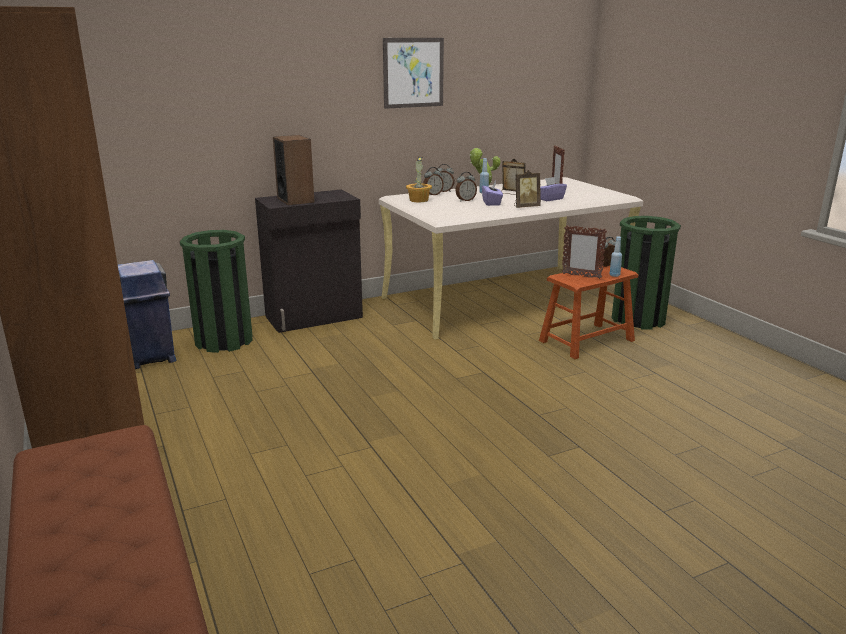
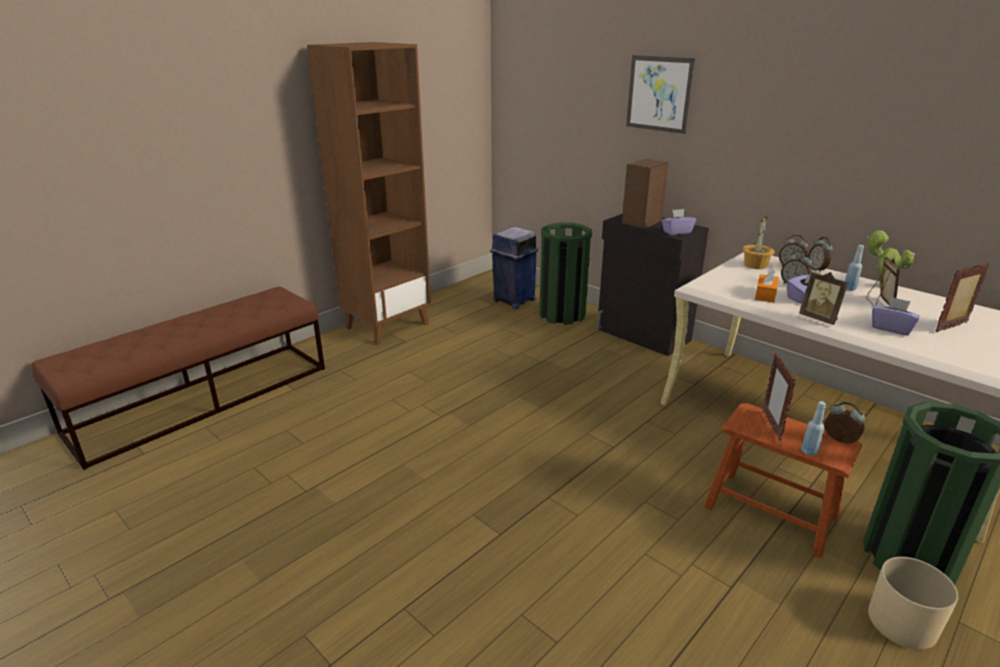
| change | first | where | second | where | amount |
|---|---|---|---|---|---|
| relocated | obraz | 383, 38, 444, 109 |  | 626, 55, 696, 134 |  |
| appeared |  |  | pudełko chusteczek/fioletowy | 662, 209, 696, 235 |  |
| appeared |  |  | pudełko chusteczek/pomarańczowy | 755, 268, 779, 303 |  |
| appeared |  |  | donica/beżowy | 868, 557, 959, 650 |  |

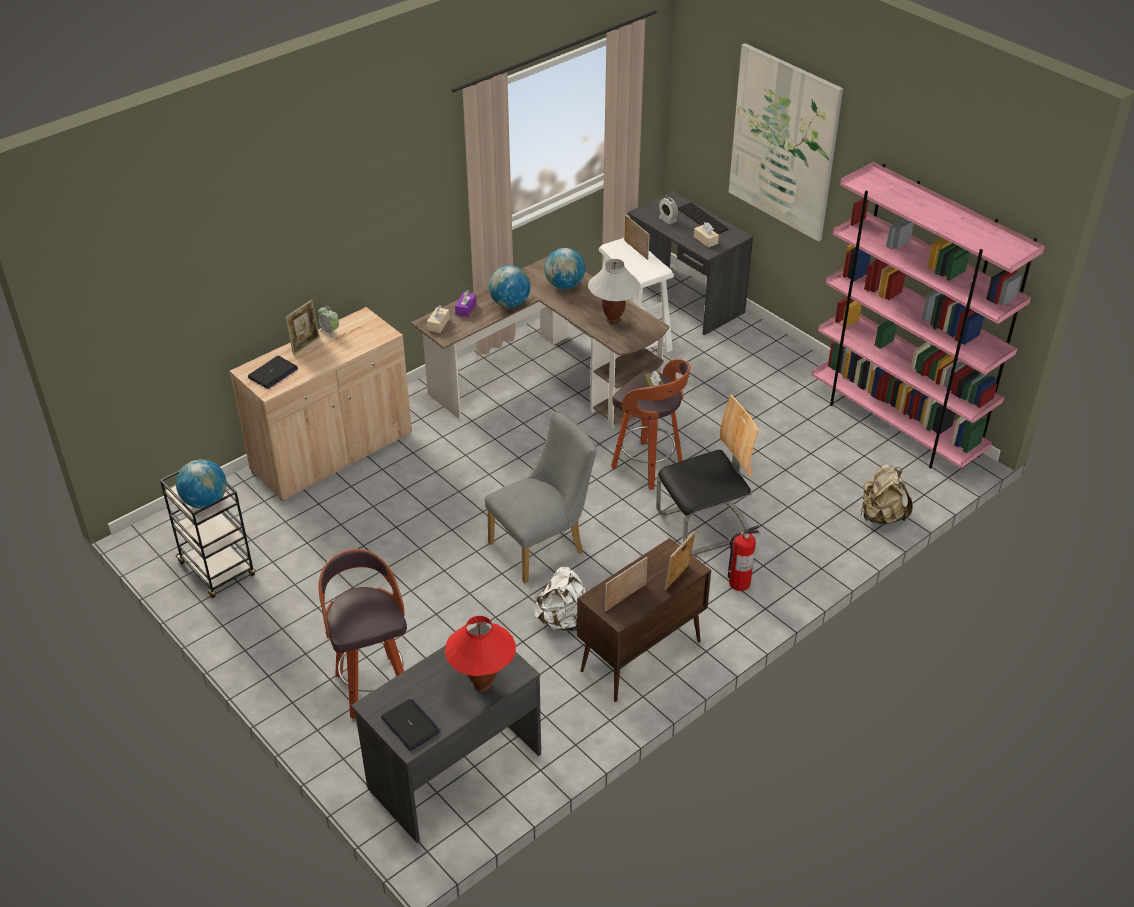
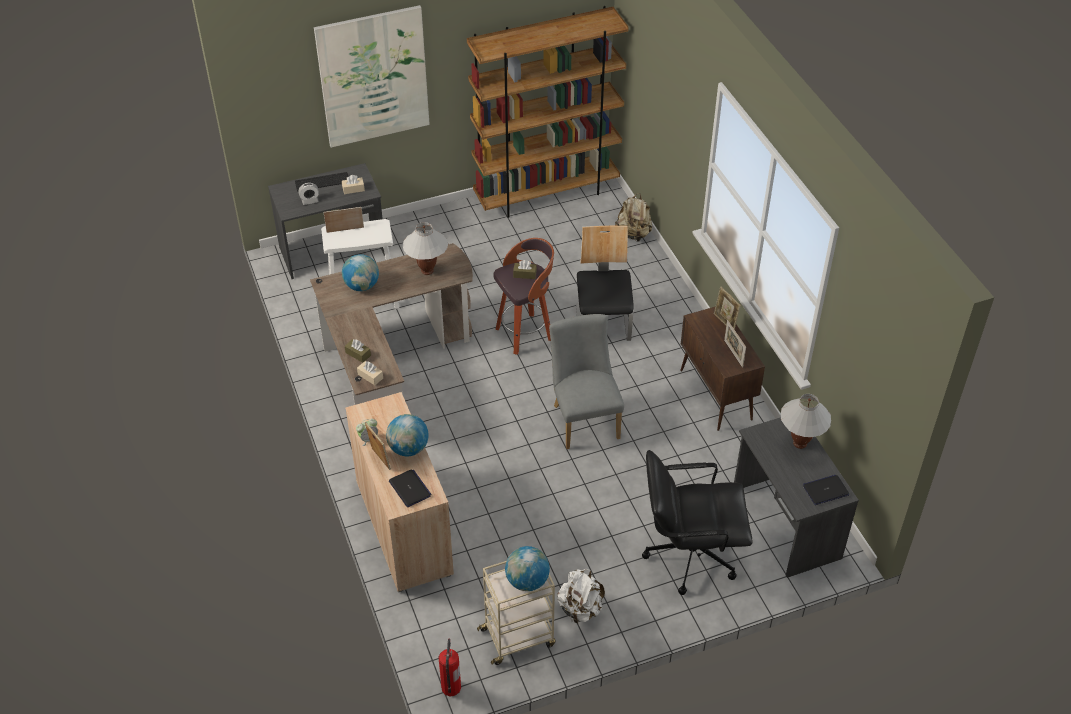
| change | first | where | second | where | amount |
|---|---|---|---|---|---|
| colour | wózek/czarny | 160, 470, 256, 598 | wózek/beżowy | 477, 561, 555, 665 |  |
| exchanged | stołek | 318, 549, 407, 719 | krzesło biurowe/czarny | 642, 450, 753, 595 |  |
| colour | lampa stołowa/czerwony | 445, 616, 516, 692 | lampa stołowa/biały | 781, 394, 831, 449 |  |
| colour | pudełko chusteczek/fioletowy | 455, 290, 476, 317 | pudełko chusteczek/brązowy | 345, 339, 371, 363 |  |
| relocated | globus | 489, 265, 530, 307 |  | 386, 414, 429, 456 |  |
| relocated | plecak/biały | 534, 567, 587, 631 |  | 557, 569, 605, 624 |  |
| relocated | gaśnica | 728, 525, 759, 591 |  | 438, 638, 461, 696 |  |
| colour | regał/różowy | 812, 162, 1045, 469 | regał/brązowy | 467, 6, 629, 218 |  |

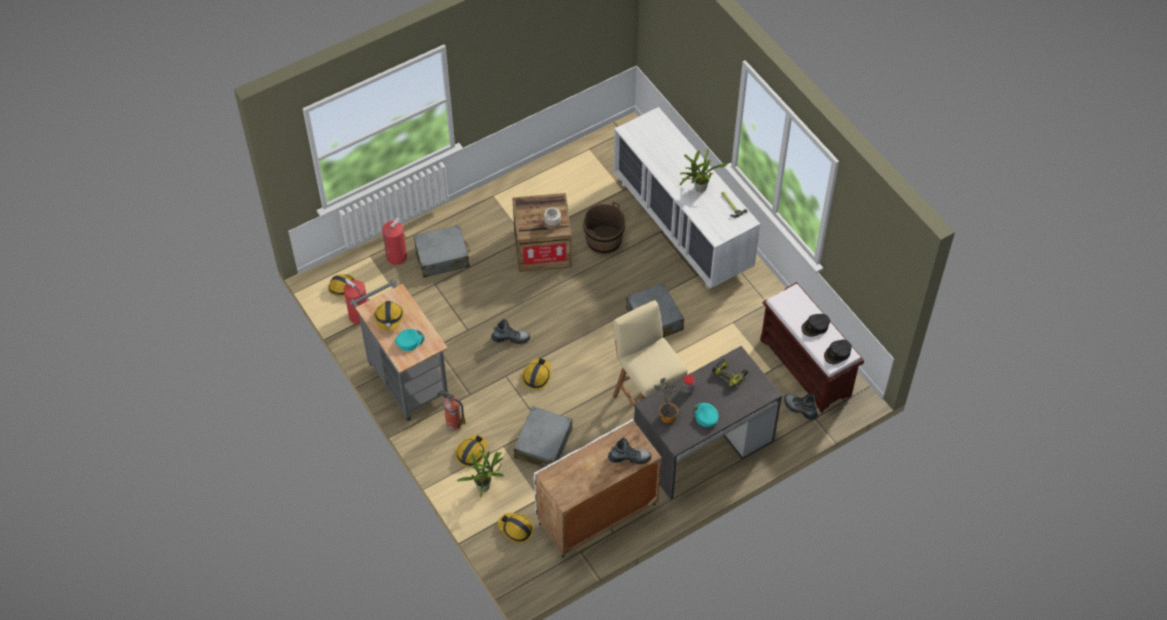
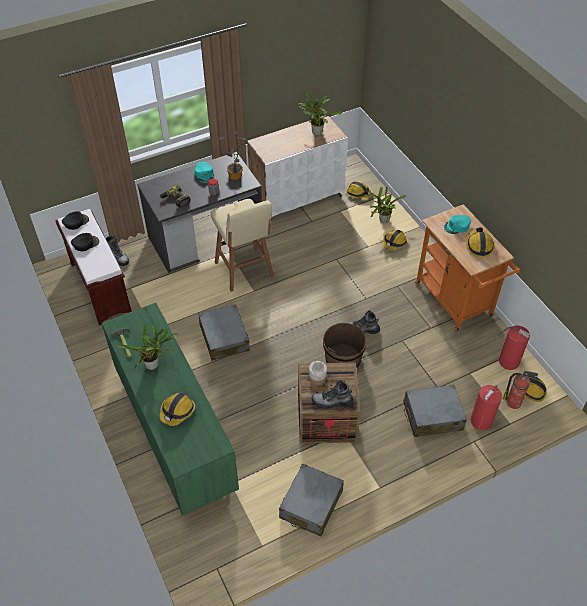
| change | first | where | second | where | amount |
|---|---|---|---|---|---|
| colour | wózek/szary | 350, 279, 448, 421 | wózek/pomarańczowy | 415, 204, 520, 332 |  |
| relocated | gaśnica | 437, 390, 466, 431 |  | 503, 371, 539, 409 |  |
| relocated | walizka/szary | 514, 406, 572, 467 |  | 279, 464, 344, 536 |  |
| relocated | kask | 522, 358, 551, 390 |  | 159, 393, 195, 426 |  |
| relocated | wiadro/brązowy | 583, 202, 626, 254 |  | 323, 321, 366, 368 |  |
| relocated | but z cholewką | 608, 438, 651, 464 |  | 311, 380, 354, 409 |  |
| colour | komoda/biały | 613, 107, 760, 289 | komoda/zielony | 102, 303, 239, 516 |  |
| appeared |  |  | roślina doniczkowa | 298, 93, 342, 136 |  |

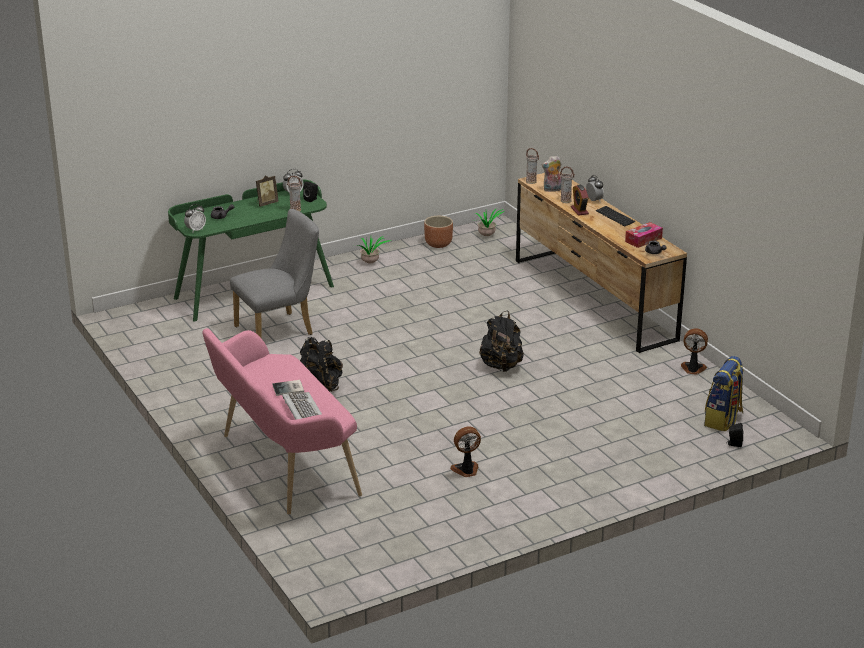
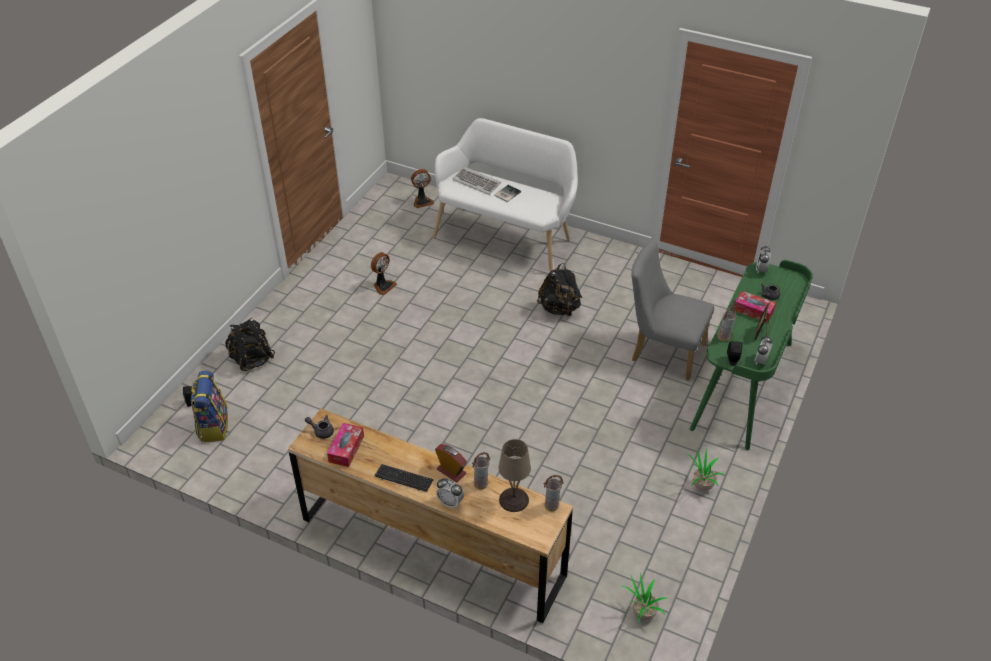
| change | first | where | second | where | amount |
|---|---|---|---|---|---|
| colour | ławka/różowy | 202, 328, 362, 515 | ławka/biały | 433, 118, 578, 272 |  |
| spun | krzesło/szary | 230, 209, 319, 338 |  | 631, 240, 714, 381 | 90 degrees clockwise |
| missing | donica/brązowy | 424, 216, 453, 248 |  |  |  |
| relocated | plecak/czarny | 479, 311, 524, 372 |  | 225, 318, 275, 371 |  |
| exchanged | pluszak | 542, 155, 562, 192 | lampa stołowa/beżowy | 498, 439, 531, 512 |  |
| relocated | wentylator | 681, 328, 708, 375 |  | 411, 169, 434, 208 |  |
| appeared |  |  | pudełko chusteczek | 733, 291, 776, 323 |  |

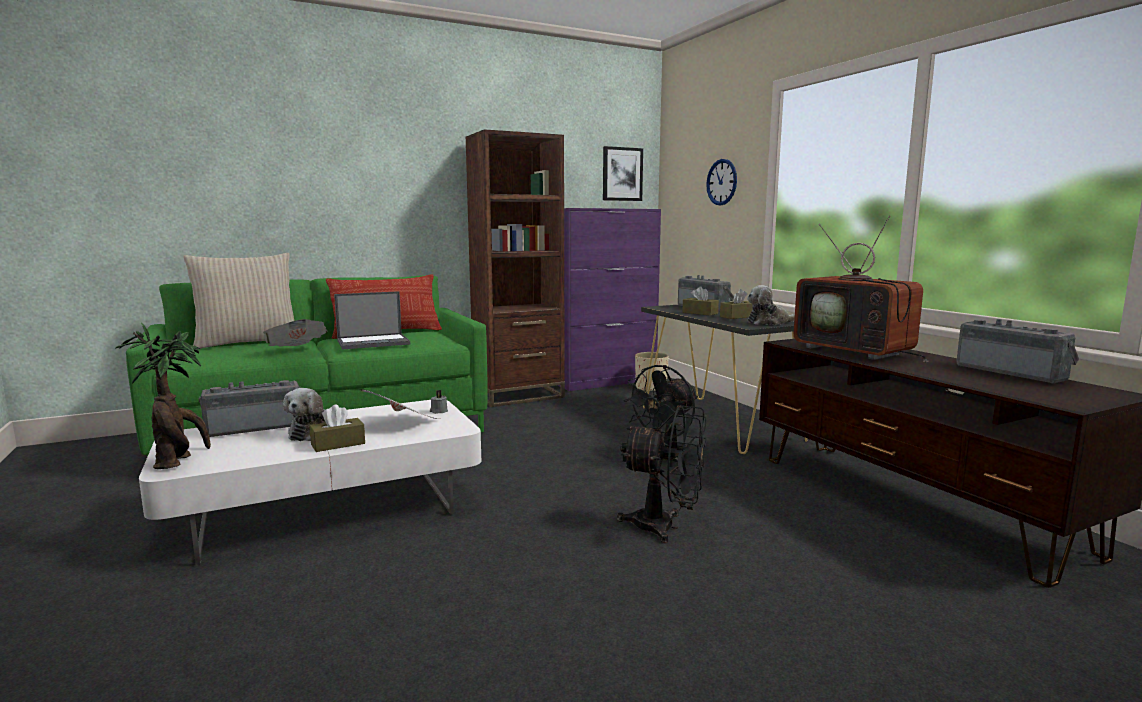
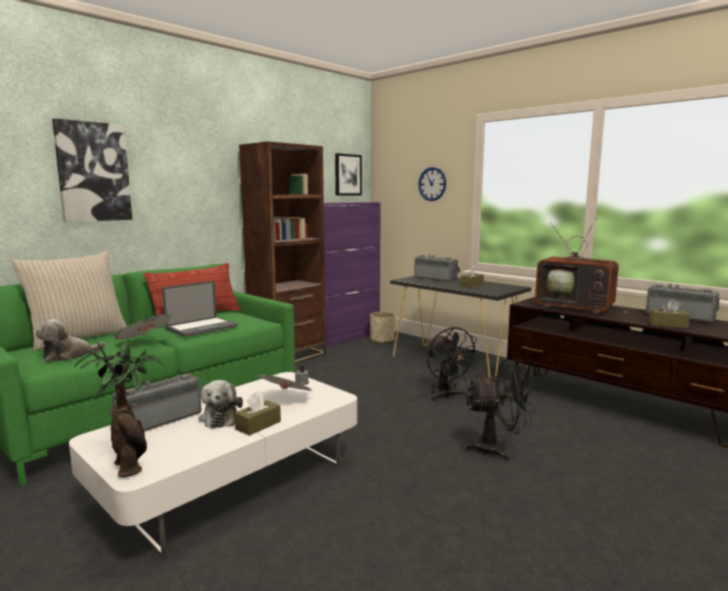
| change | first | where | second | where | amount |
|---|---|---|---|---|---|
| spun | wentylator/czarny | 623, 365, 698, 463 |  | 426, 327, 481, 401 | 45 degrees counterclockwise |
| relocated | pudełko chusteczek/brązowy | 682, 286, 719, 316 |  | 649, 299, 690, 328 |  |
| relocated | pluszak | 747, 285, 795, 325 |  | 36, 319, 106, 362 |  |
| appeared |  |  | obraz | 52, 118, 132, 222 |  |

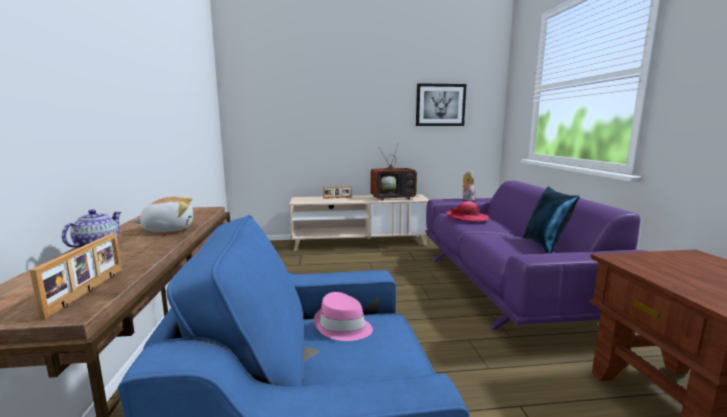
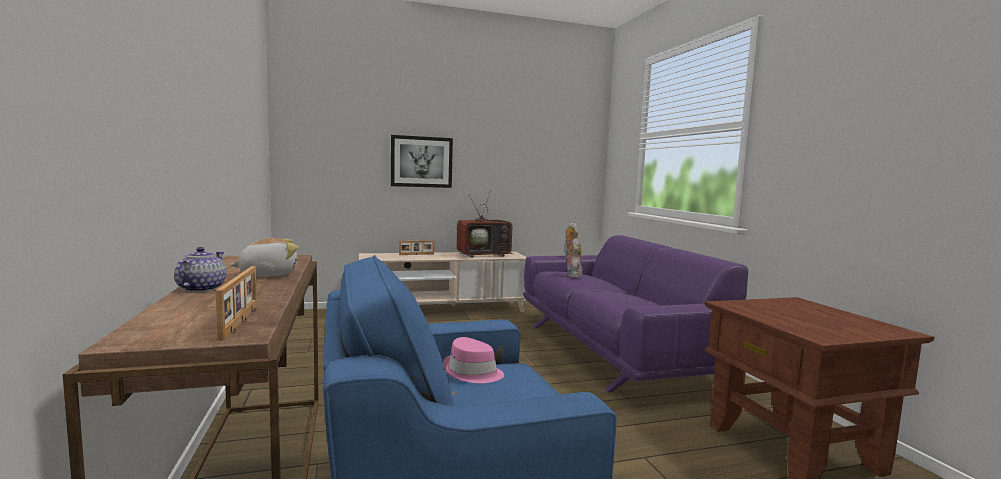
| change | first | where | second | where | amount |
|---|---|---|---|---|---|
| relocated | obraz | 416, 83, 466, 126 |  | 391, 135, 453, 188 |  |
| exchanged | kapelusz | 446, 201, 489, 222 | pluszak | 566, 238, 582, 278 |  |
| missing | poduszka/niebieski | 523, 186, 580, 253 |  |  |  |

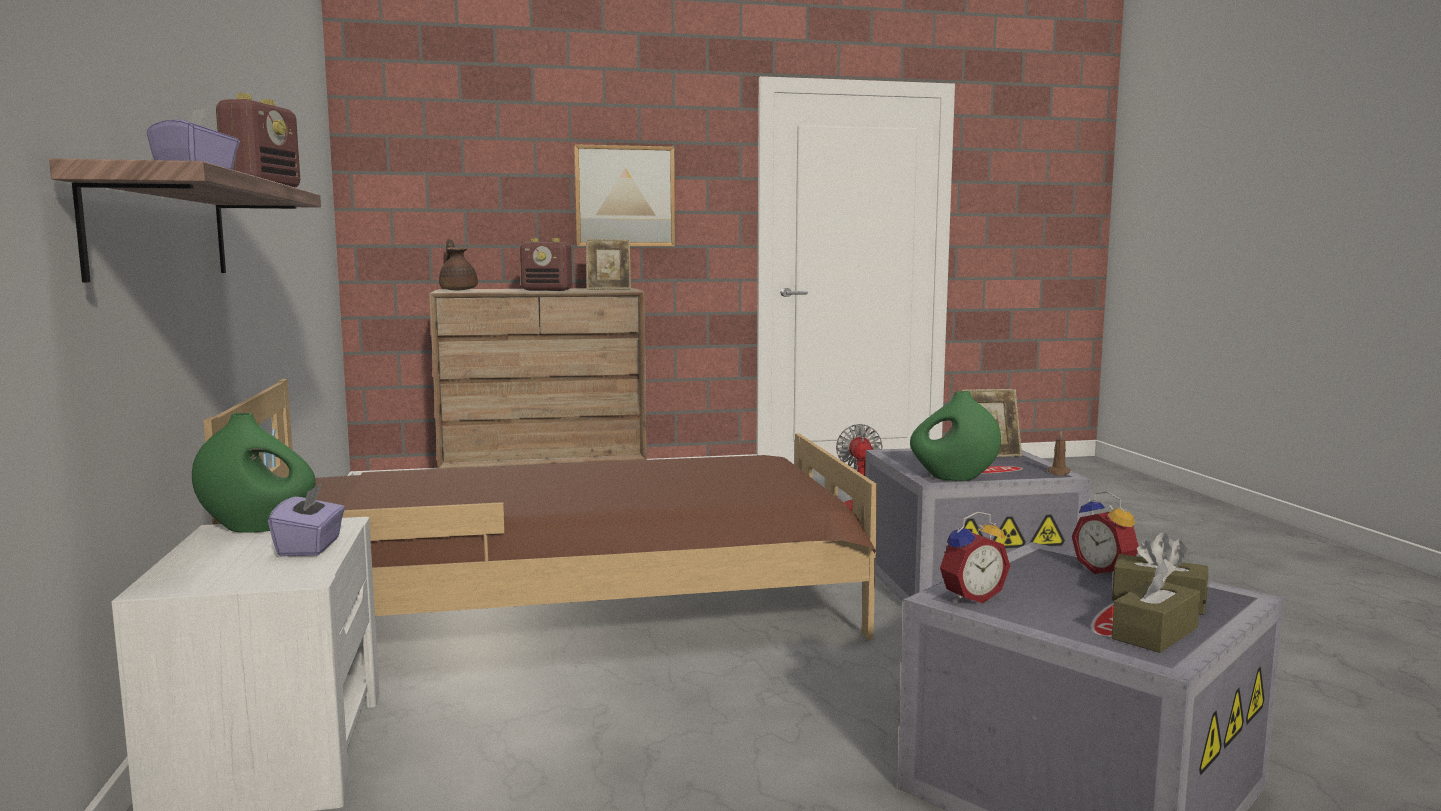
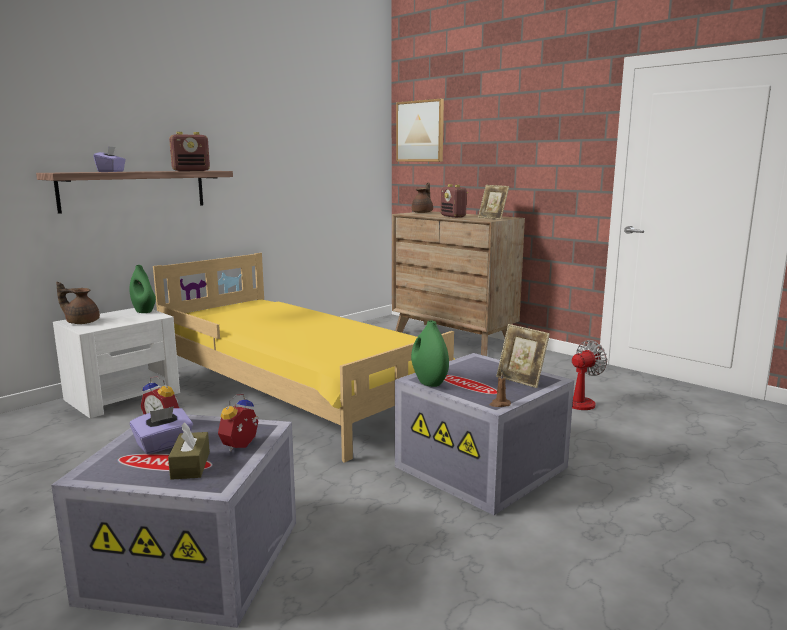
| change | first | where | second | where | amount |
|---|---|---|---|---|---|
| colour | łóżko/brązowy | 203, 379, 877, 640 | łóżko/żółty | 153, 253, 455, 463 |  |
| relocated | pudełko chusteczek/fioletowy | 268, 483, 345, 556 |  | 130, 406, 193, 454 |  |
| relocated | obraz | 574, 144, 675, 246 |  | 396, 99, 444, 162 |  |
| missing | pudełko chusteczek/brązowy | 1112, 559, 1201, 653 |  |  |  |
| appeared |  |  | imbryk/brązowy | 56, 282, 100, 324 |  |

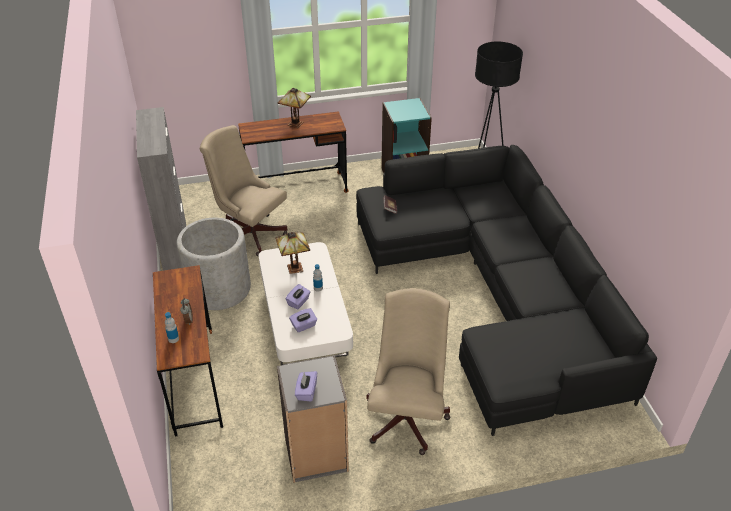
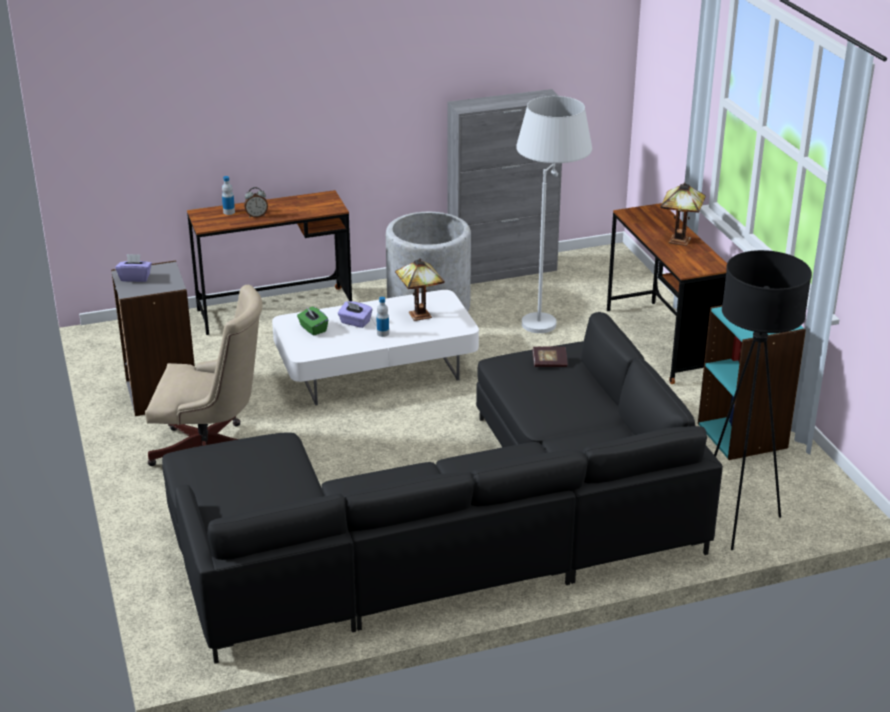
| change | first | where | second | where | amount |
|---|---|---|---|---|---|
| exchanged | krzesło biurowe/beżowy | 199, 125, 288, 256 | lampa stojąca/biały | 516, 96, 592, 333 |  |
| colour | pudełko chusteczek/fioletowy | 289, 308, 317, 332 | pudełko chusteczek/zielony | 297, 306, 328, 336 |  |

